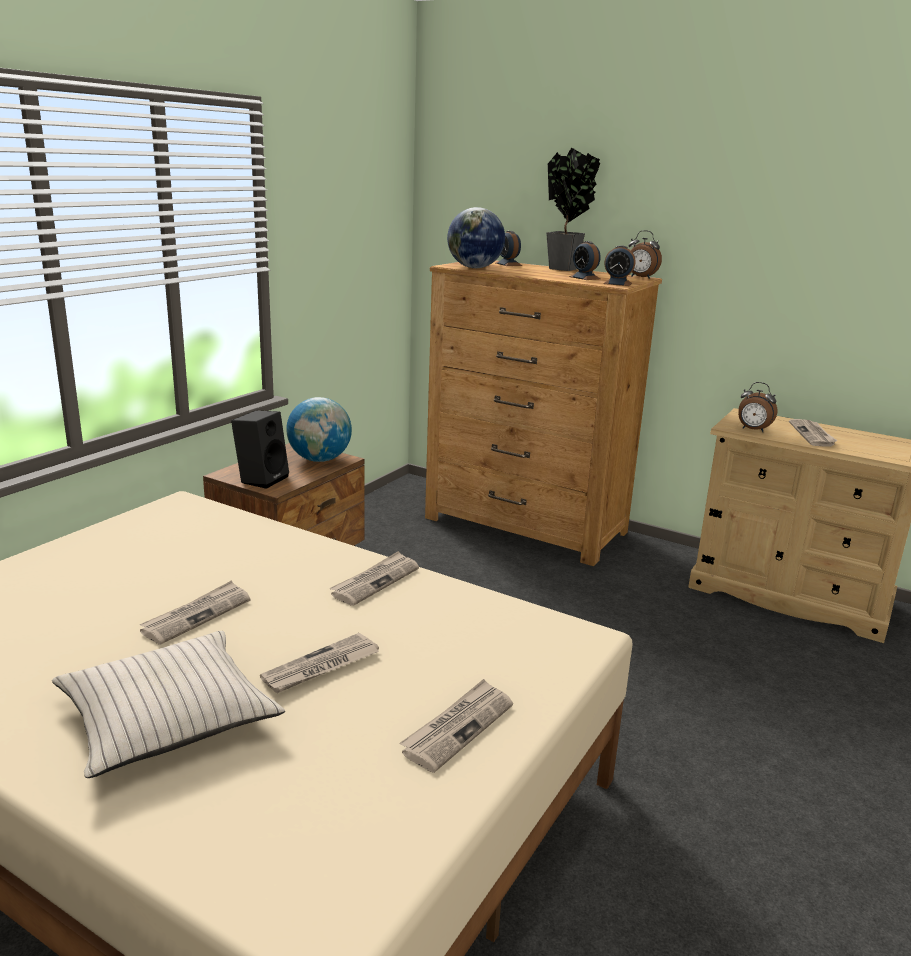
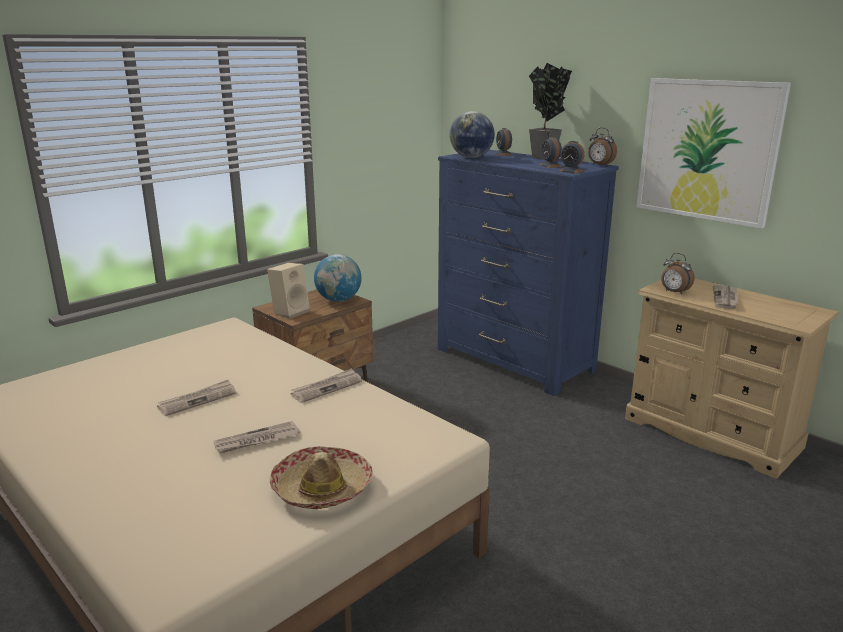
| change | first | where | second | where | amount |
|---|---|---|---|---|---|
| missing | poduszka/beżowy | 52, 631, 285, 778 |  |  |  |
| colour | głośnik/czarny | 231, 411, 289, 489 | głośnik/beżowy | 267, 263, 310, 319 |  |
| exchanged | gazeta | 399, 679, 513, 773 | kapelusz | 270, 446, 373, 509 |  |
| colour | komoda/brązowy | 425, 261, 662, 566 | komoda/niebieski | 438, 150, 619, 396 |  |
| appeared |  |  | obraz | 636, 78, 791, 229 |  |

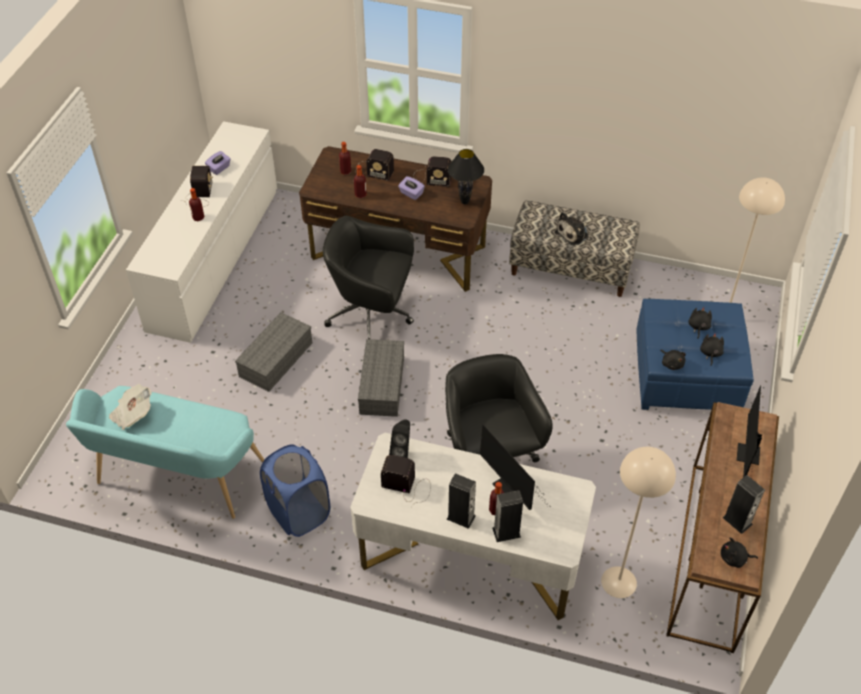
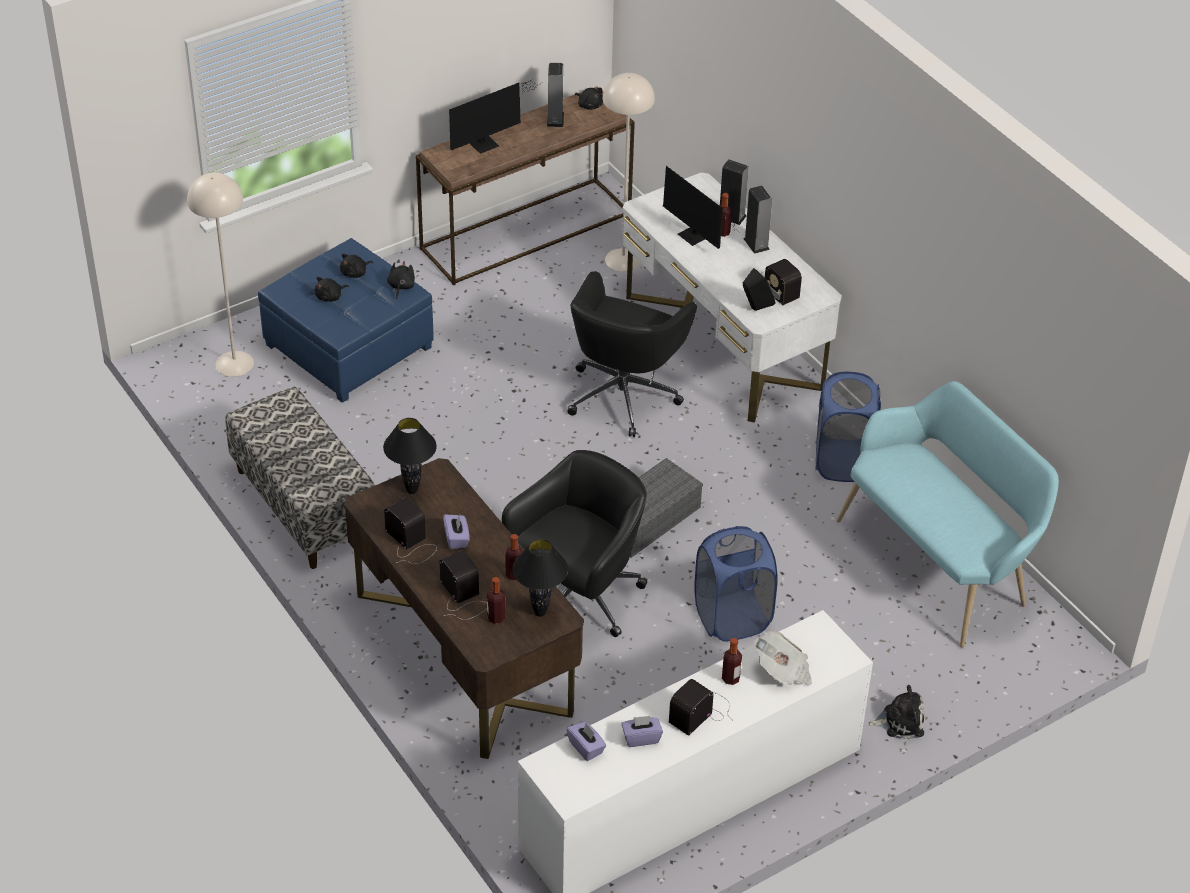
| change | first | where | second | where | amount |
|---|---|---|---|---|---|
| relocated | gazeta | 109, 384, 152, 430 |  | 754, 631, 812, 685 |  |
| exchanged | pojemnik do przechowywania/szary | 235, 312, 312, 392 | kosz na pranie/niebieski | 694, 526, 778, 642 |  |
| spun | krzesło biurowe/czarny | 323, 216, 414, 339 |  | 502, 450, 647, 637 | 105 degrees counterclockwise |
| spun | monitor | 479, 425, 551, 510 |  | 663, 166, 740, 249 | 135 degrees clockwise |
| relocated | pluszak | 555, 212, 588, 245 |  | 868, 685, 925, 739 |  |
| appeared |  |  | lampa stołowa/czarny | 512, 539, 568, 617 |  |
| appeared |  |  | pudełko chusteczek/fioletowy | 566, 721, 606, 761 |  |

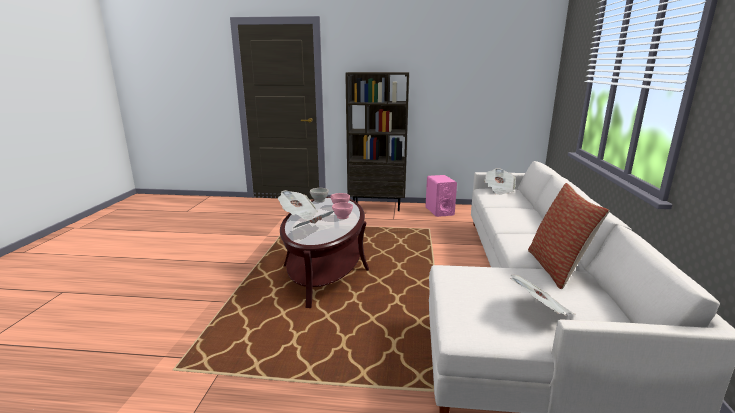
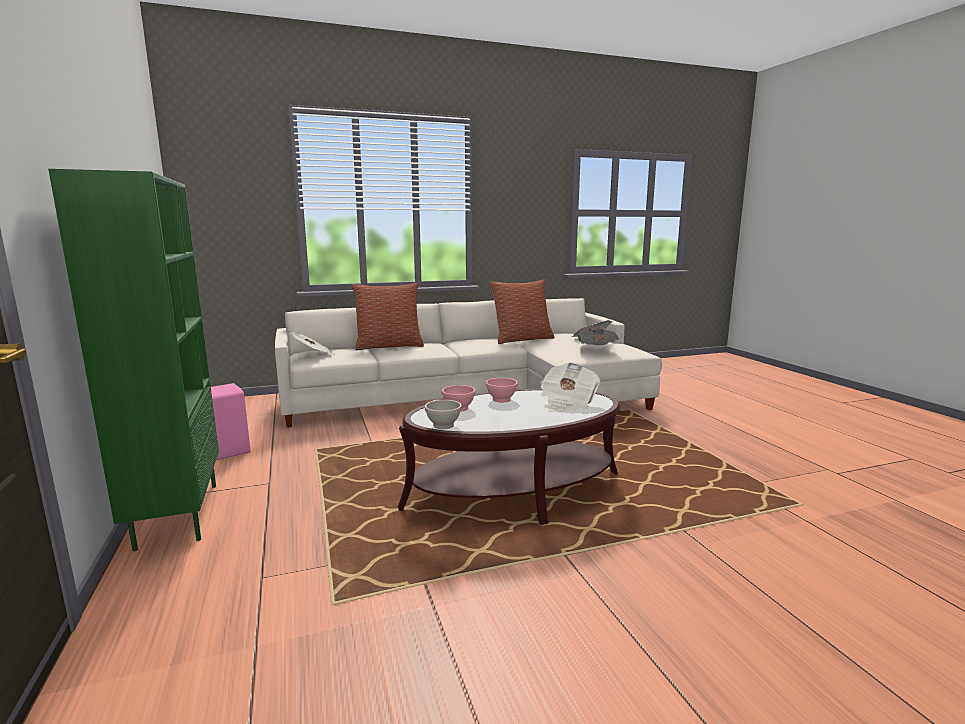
| change | first | where | second | where | amount |
|---|---|---|---|---|---|
| relocated | gazeta | 278, 190, 318, 220 |  | 577, 329, 619, 345 |  |
| colour | regał/brązowy | 345, 72, 409, 211 | regał/zielony | 48, 169, 219, 551 |  |
| appeared |  |  | poduszka | 352, 283, 424, 351 |  |

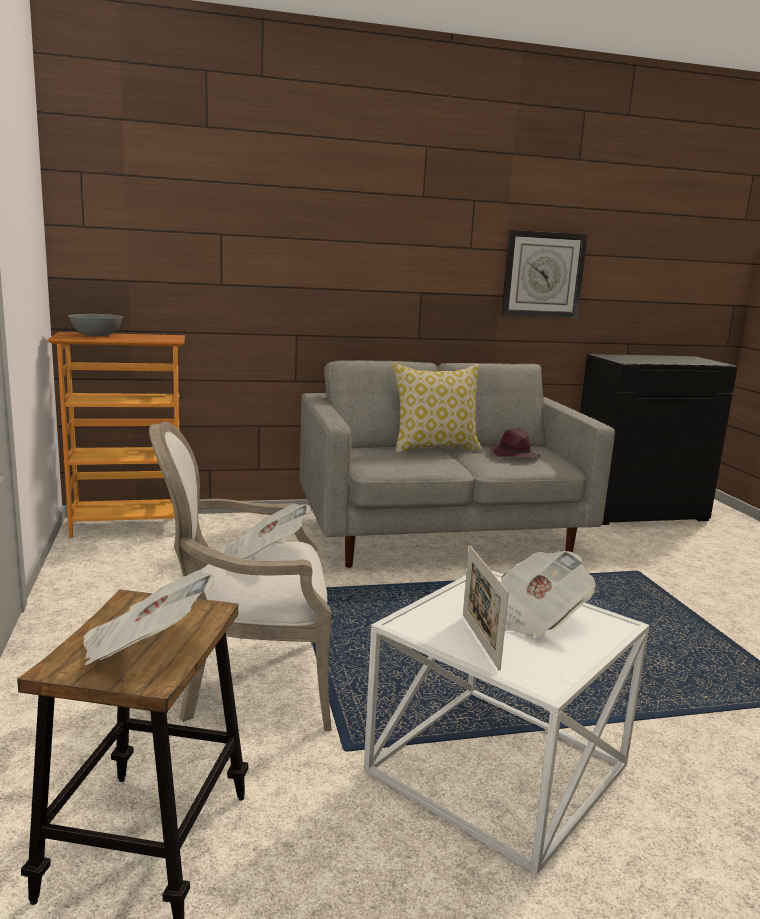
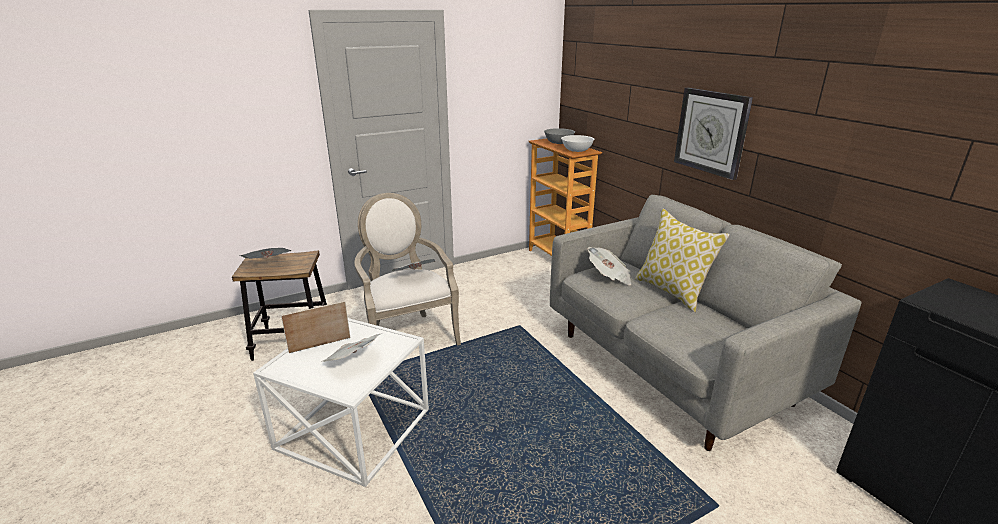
| change | first | where | second | where | amount |
|---|---|---|---|---|---|
| missing | kapelusz/fioletowy | 489, 428, 540, 458 |  |  |  |
| relocated | zegar ścienny | 501, 230, 587, 318 |  | 674, 88, 753, 180 |  |
| appeared |  |  | miska/biały | 561, 135, 595, 152 |  |
| appeared |  |  | gazeta | 587, 247, 631, 286 |  |

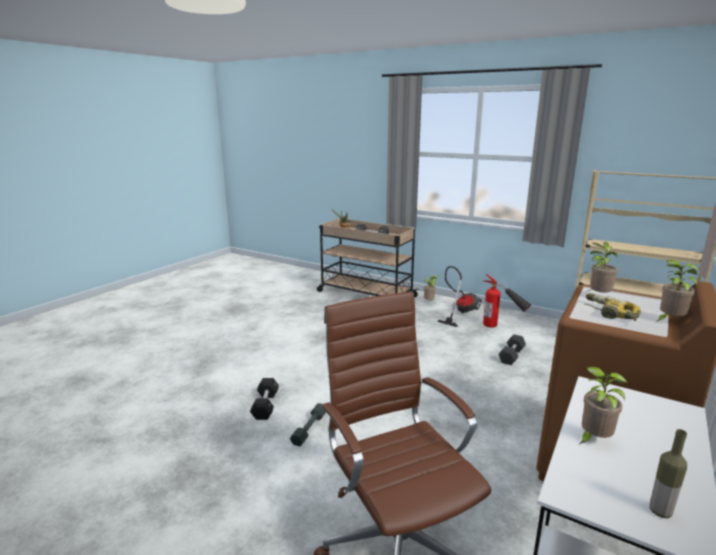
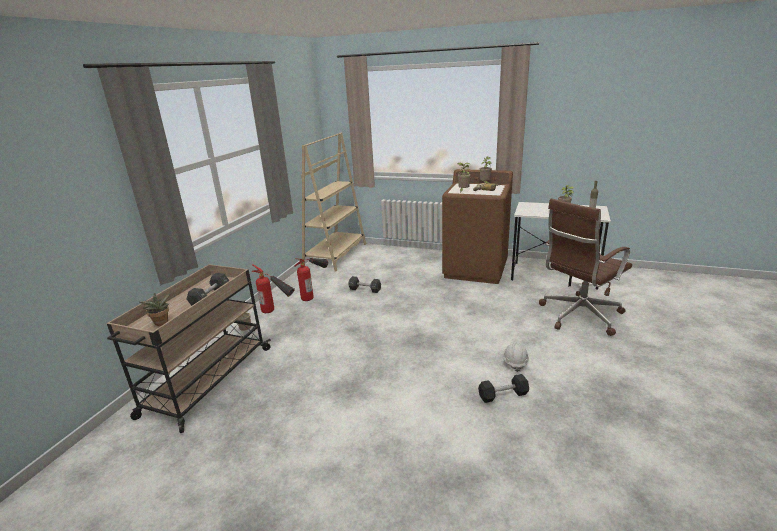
| change | first | where | second | where | amount |
|---|---|---|---|---|---|
| exchanged | hantel/szary | 290, 403, 326, 446 | kask/biały | 503, 341, 529, 372 |  |
| exchanged | odkurzacz | 437, 266, 482, 327 | gaśnica | 252, 264, 295, 313 |  |

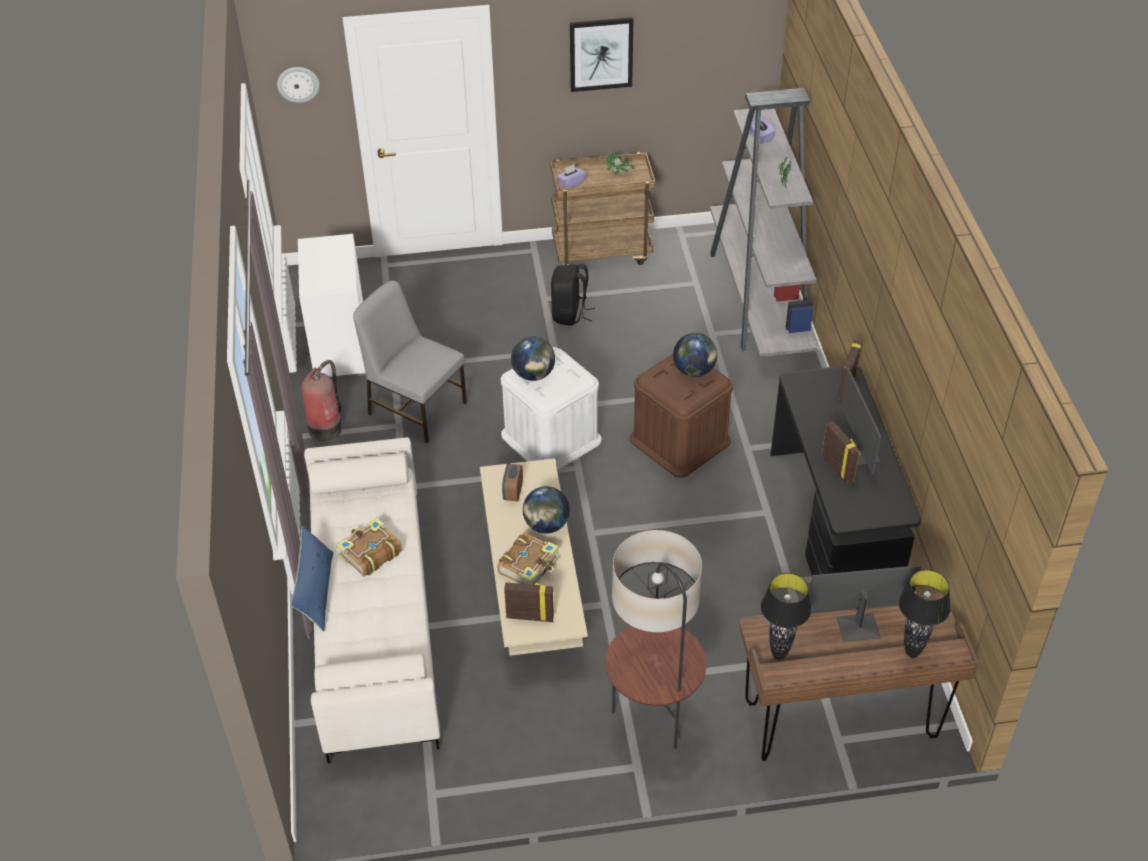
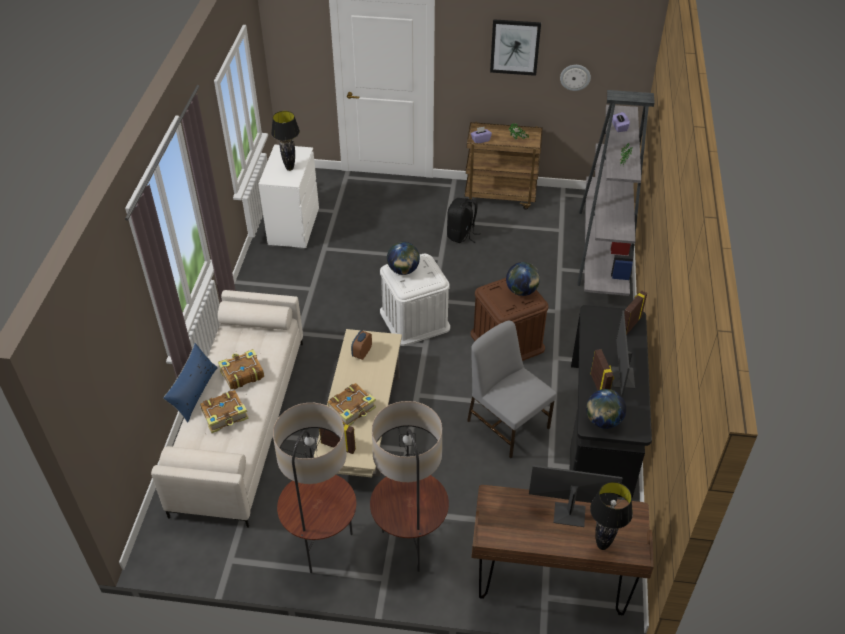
| change | first | where | second | where | amount |
|---|---|---|---|---|---|
| relocated | zegar ścienny | 277, 67, 320, 103 |  | 560, 65, 591, 91 |  |
| missing | gaśnica | 301, 360, 342, 442 |  |  |  |
| relocated | krzesło/szary | 353, 281, 467, 443 |  | 467, 321, 557, 458 |  |
| relocated | globus | 523, 486, 570, 534 |  | 586, 389, 626, 429 |  |
| relocated | lampa stołowa/czarny | 761, 573, 812, 660 |  | 271, 111, 300, 171 |  |
| appeared |  |  | książka | 200, 390, 249, 433 |  |
| appeared |  |  | lampa stojąca | 273, 403, 356, 573 |  |

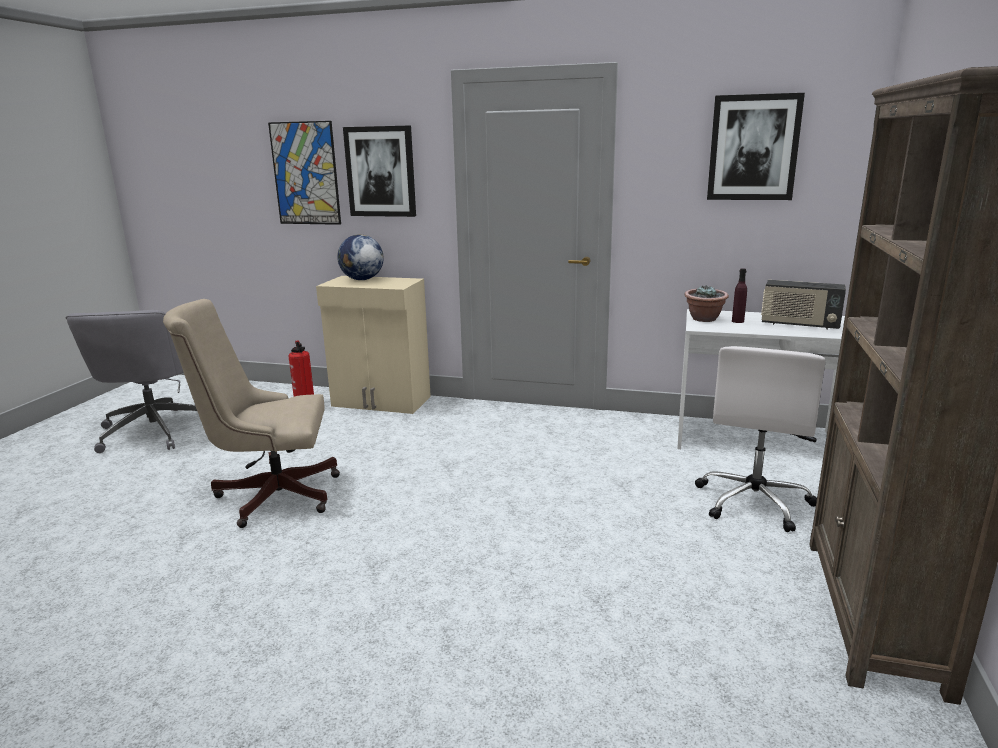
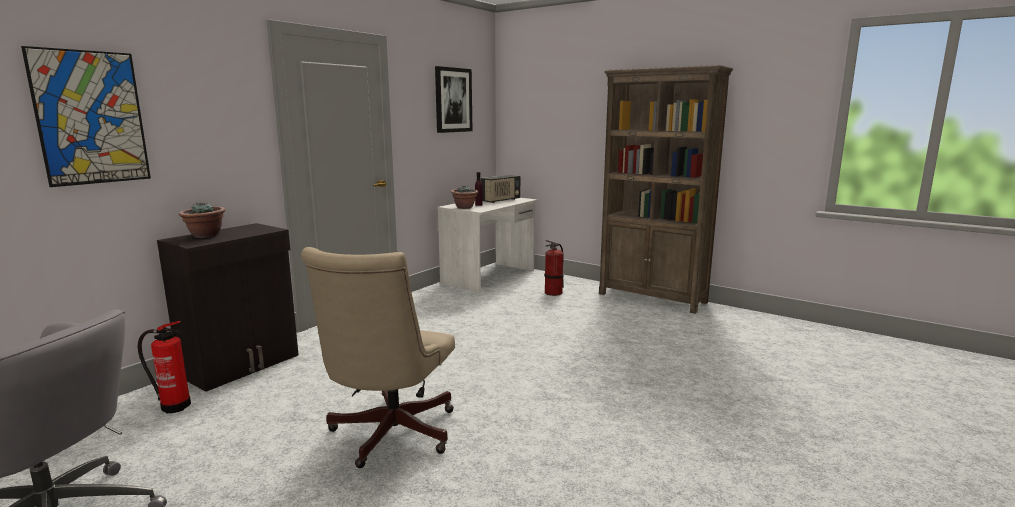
| change | first | where | second | where | amount |
|---|---|---|---|---|---|
| colour | szafka/beżowy | 316, 276, 431, 414 | szafka/czarny | 157, 223, 299, 392 |  |
| exchanged | globus | 337, 234, 384, 280 | roślina doniczkowa | 179, 202, 225, 238 |  |
| missing | obraz | 343, 126, 416, 217 |  |  |  |
| exchanged | krzesło biurowe/biały | 695, 346, 825, 532 | gaśnica | 544, 240, 564, 296 |  |

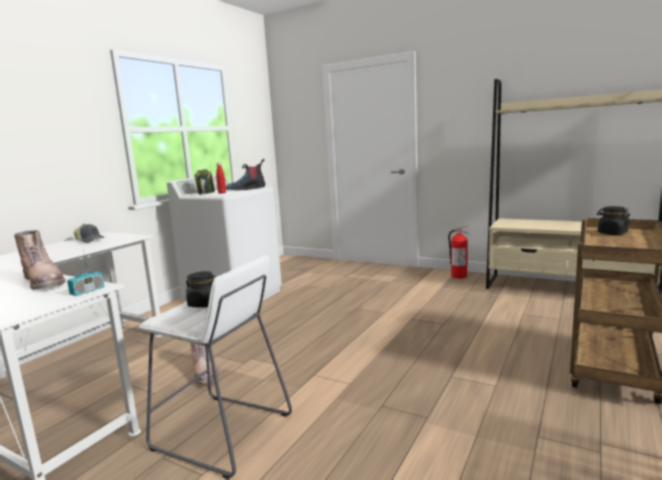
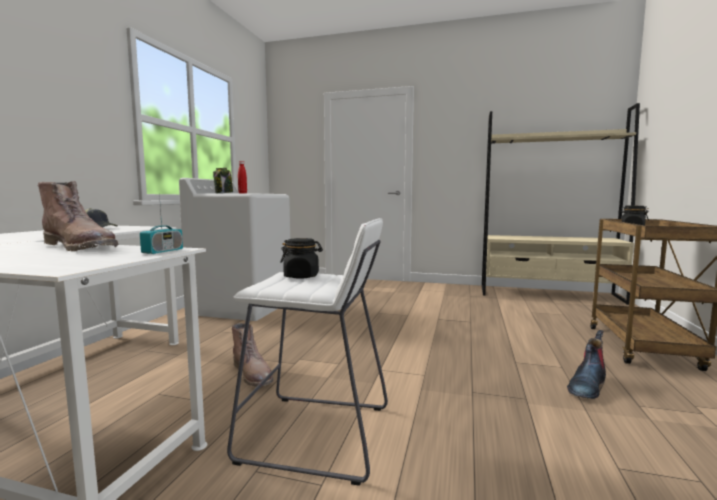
| change | first | where | second | where | amount |
|---|---|---|---|---|---|
| relocated | but z cholewką | 226, 159, 265, 190 |  | 567, 330, 606, 399 |  |
| missing | gaśnica | 448, 226, 469, 279 |  |  |  |

